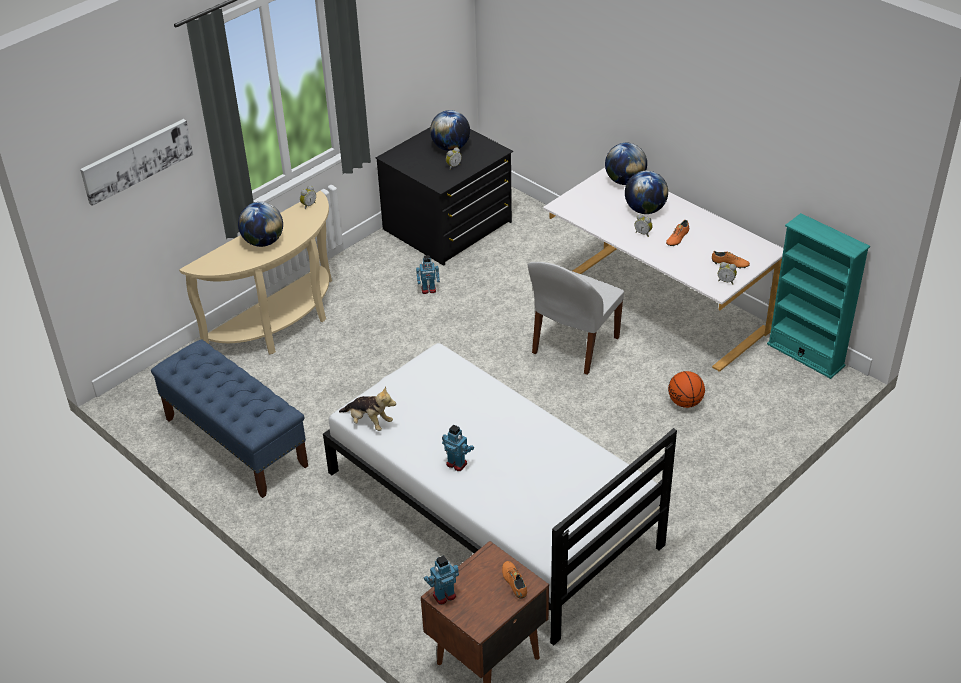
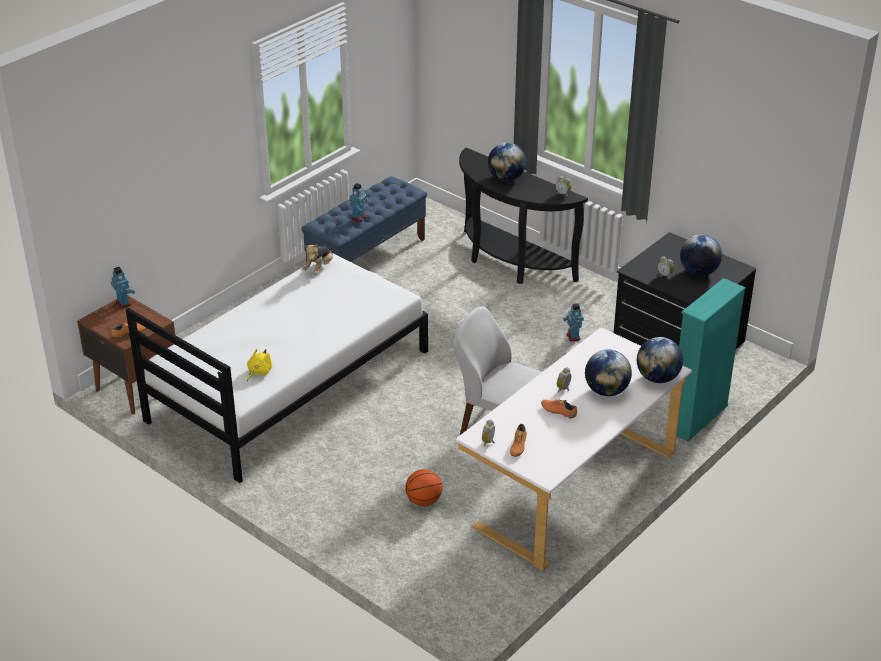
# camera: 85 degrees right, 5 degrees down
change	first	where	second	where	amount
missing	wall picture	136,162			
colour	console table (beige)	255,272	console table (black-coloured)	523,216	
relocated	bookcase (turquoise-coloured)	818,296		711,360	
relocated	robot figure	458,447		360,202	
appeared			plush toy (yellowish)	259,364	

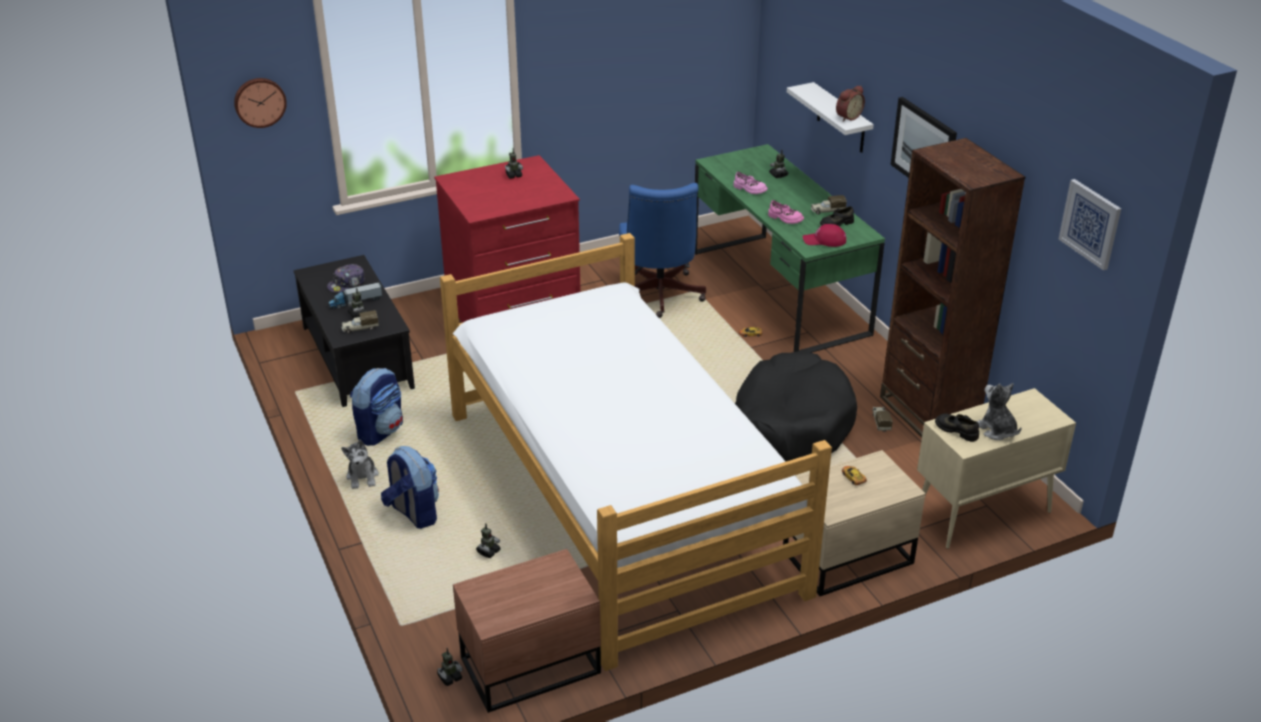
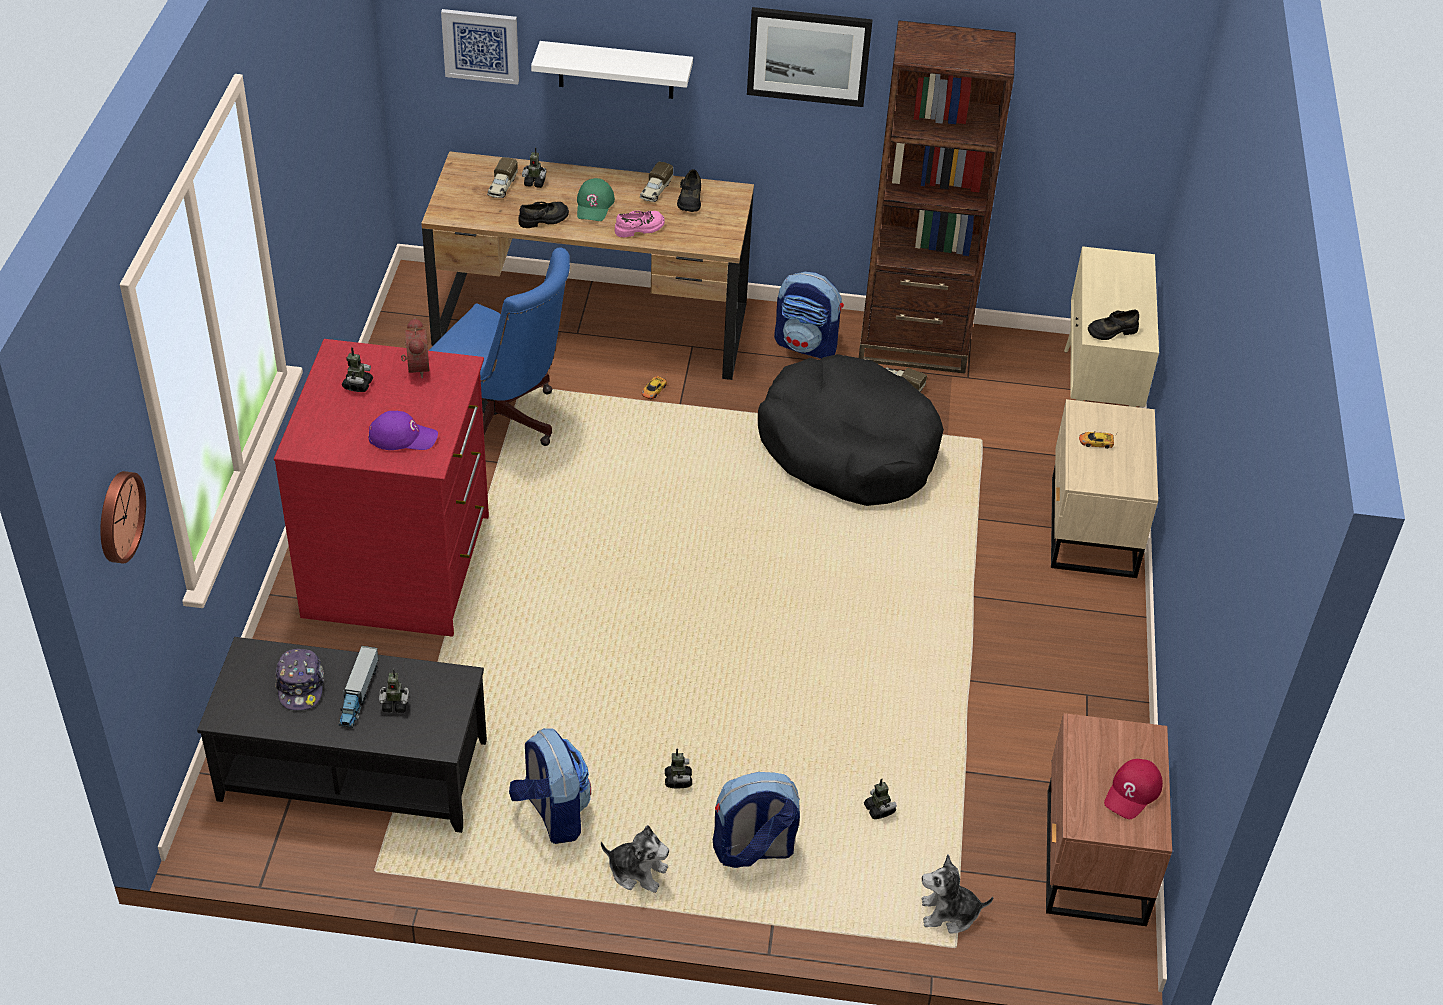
# camera: 60 degrees left, 10 degrees up
change	first	where	second	where	amount
relocated	bedside clock	850,103		415,347	
colour	desk (green)	790,248	desk (brown-coloured)	587,265	
colour	item of footwear (pink-coloured)	750,182	item of footwear (black-coloured)	543,215	
relocated	wall picture	1090,224		480,47	
relocated	baseball cap (red)	824,235		1133,789	
missing	bedroom bed	636,452			
relocated	toy truck	360,321		502,177	
relocated	plush toy	999,411		957,894	
relocated	robot figure	450,667		678,768	
appeared			baseball cap (green)	596,199	
appeared			rucksack	809,315	
appeared			baseball cap (purplish)	403,430	

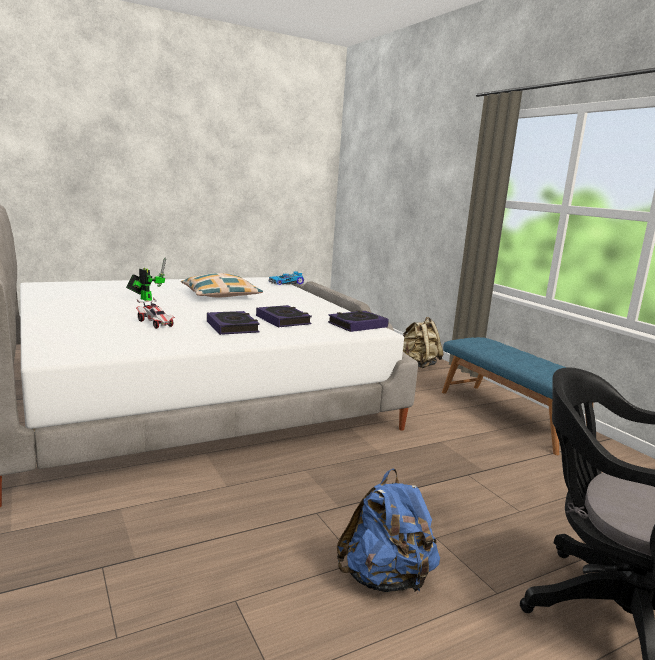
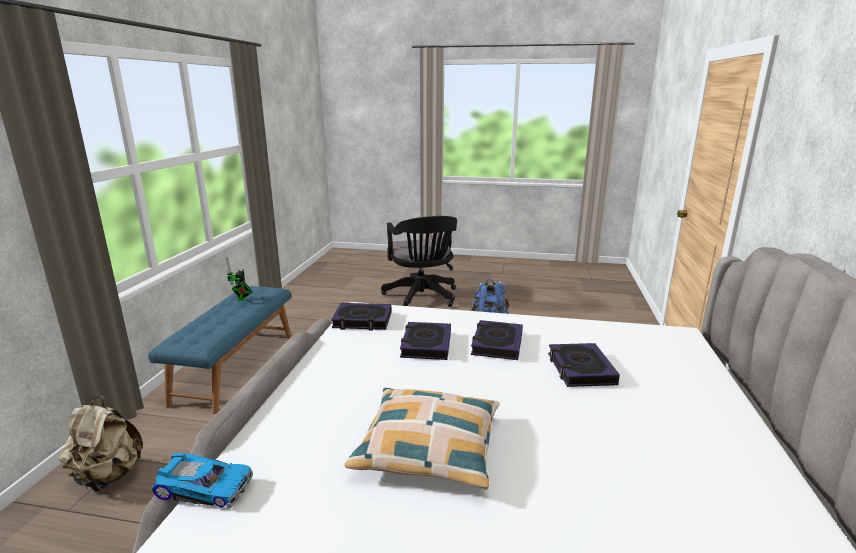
# camera: 140 degrees left, 5 degrees up
change	first	where	second	where	amount
relocated	robot figure	146,279		239,278	
exchanged	model car	155,313	bound book	584,365	

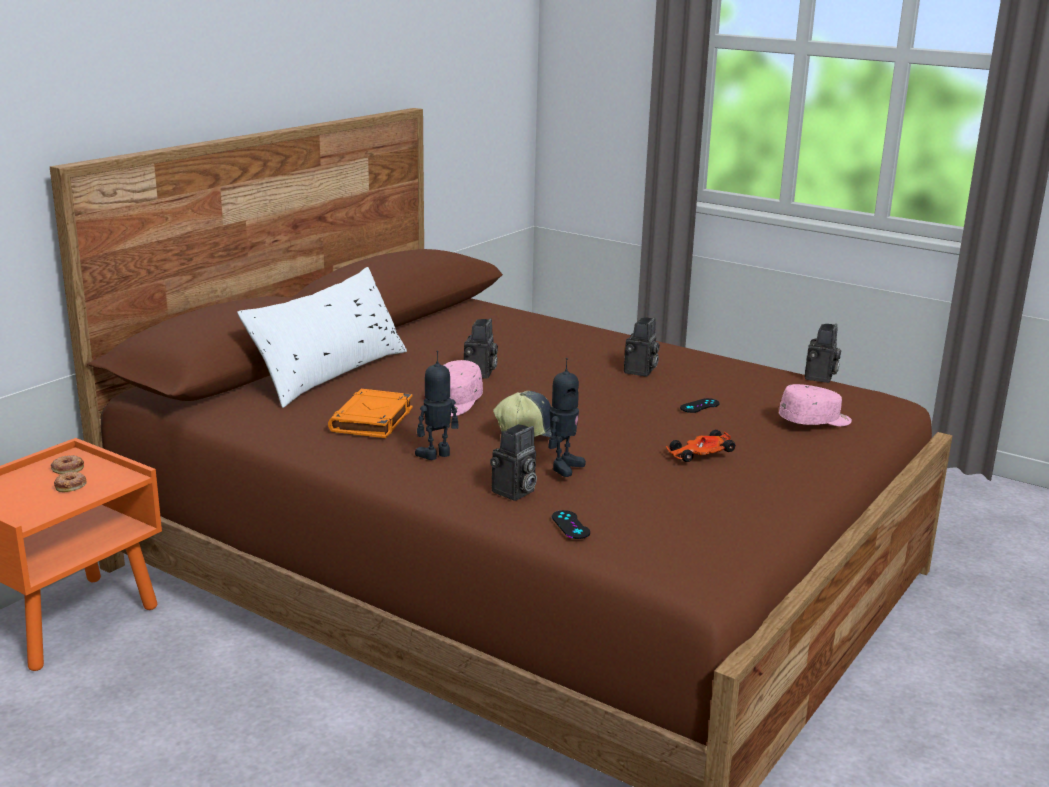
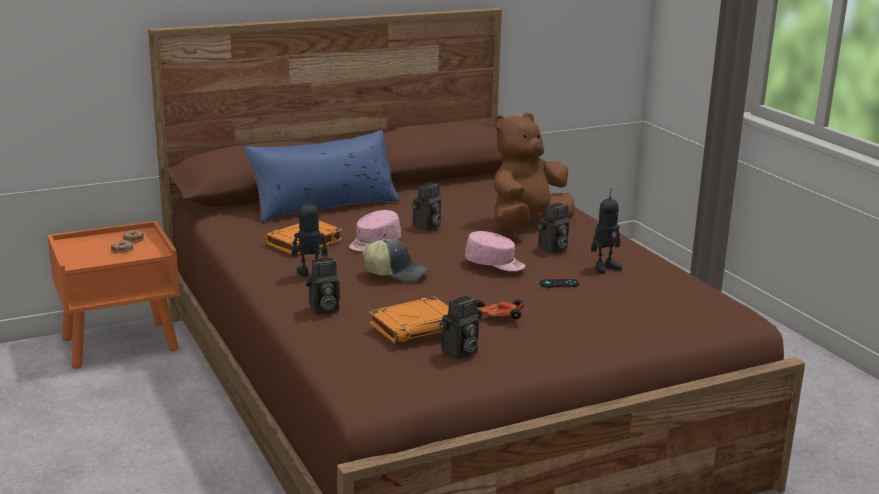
# camera: 30 degrees right, 0 degrees up
change	first	where	second	where	amount
colour	throw pillow (white)	322,337	throw pillow (blue)	322,176	
relocated	photo camera	823,353		459,327	
relocated	robot figure	567,417		606,231	
relocated	baseball cap (pink-coloured)	815,405		495,251	
missing	game controller (black-coloured)	571,524			
appeared			plush toy (brown-coloured)	534,170	
appeared			bound book (orangey)	409,320	

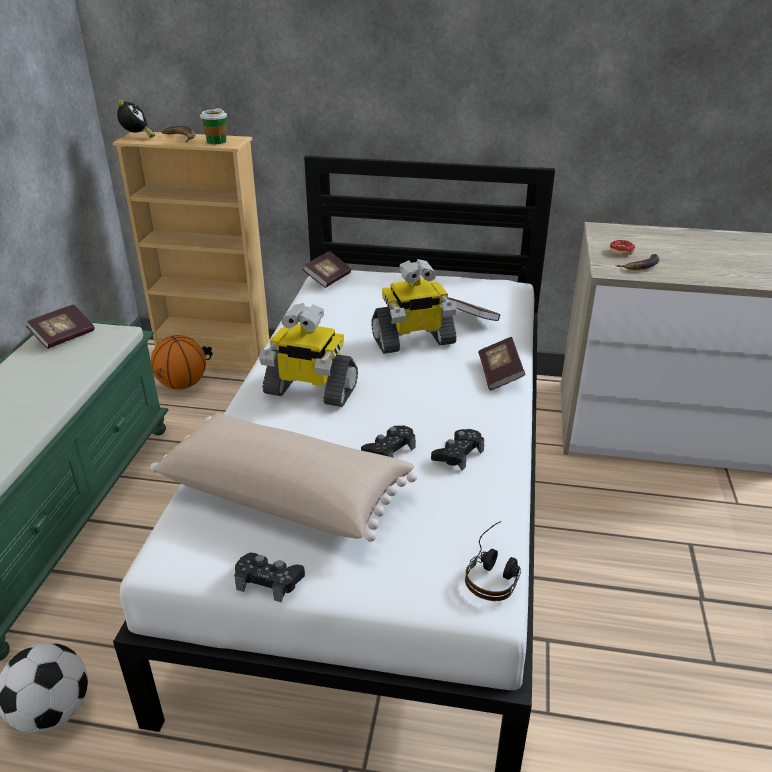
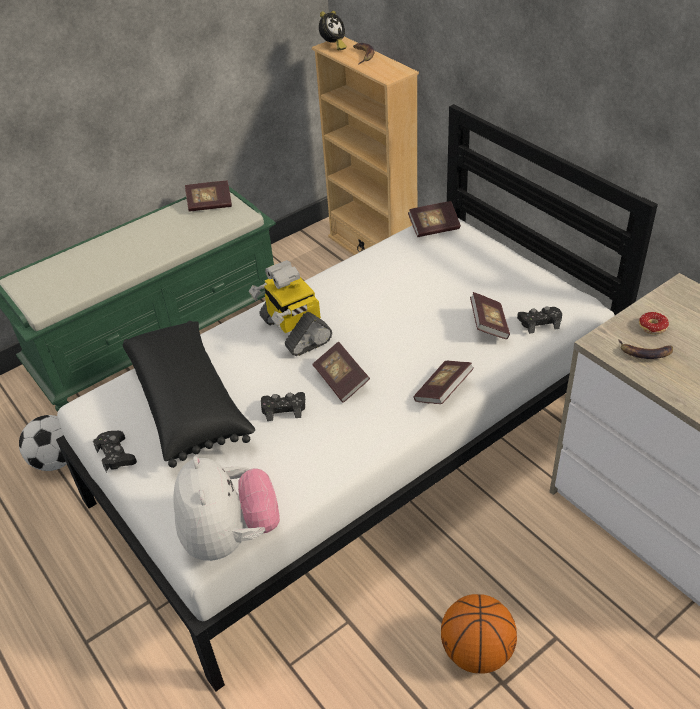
# camera: 45 degrees right, 10 degrees up
change	first	where	second	where	amount
missing	small cup	213,126			
missing	robot figure	414,306			
relocated	ball for basketball	178,362		479,634	
colour	throw pillow (beige)	283,477	throw pillow (black-coloured)	189,394	
relocated	game controller (black-coloured)	457,449		539,320	
exchanged	headphones	493,561	plush toy	226,508	
appeared			bound book	341,372	

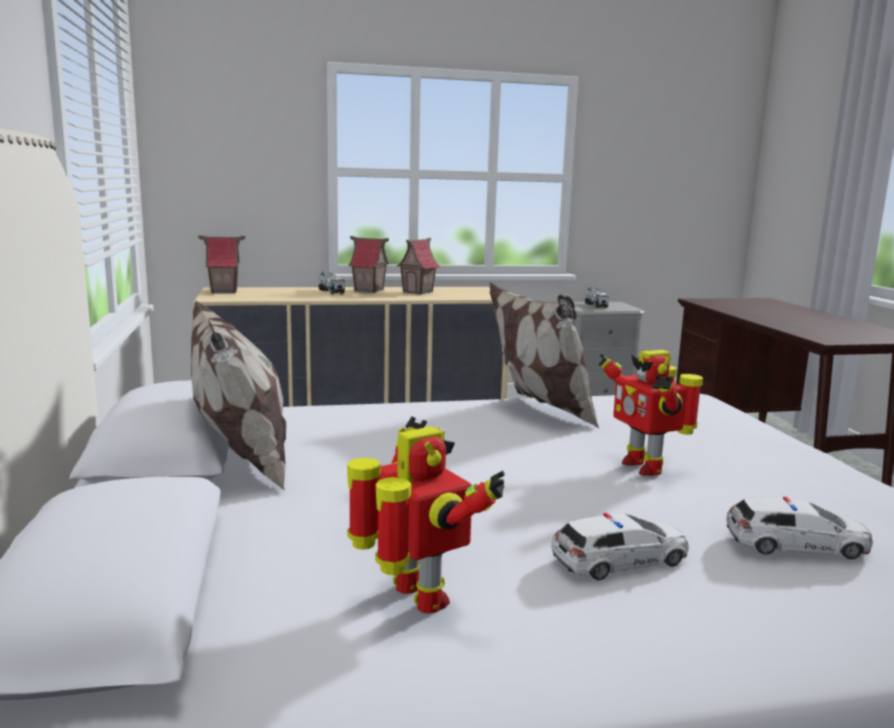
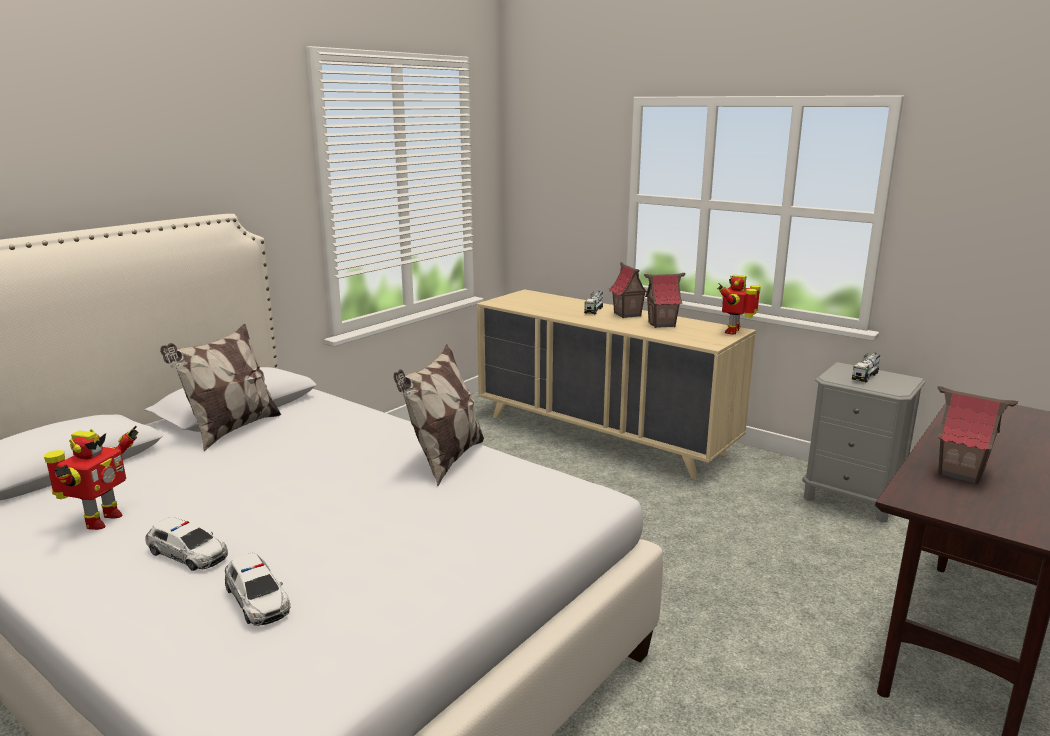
# camera: 50 degrees right, 5 degrees up
change	first	where	second	where	amount
relocated	model house	221,264		977,435	
relocated	robot figure	650,412		739,304	

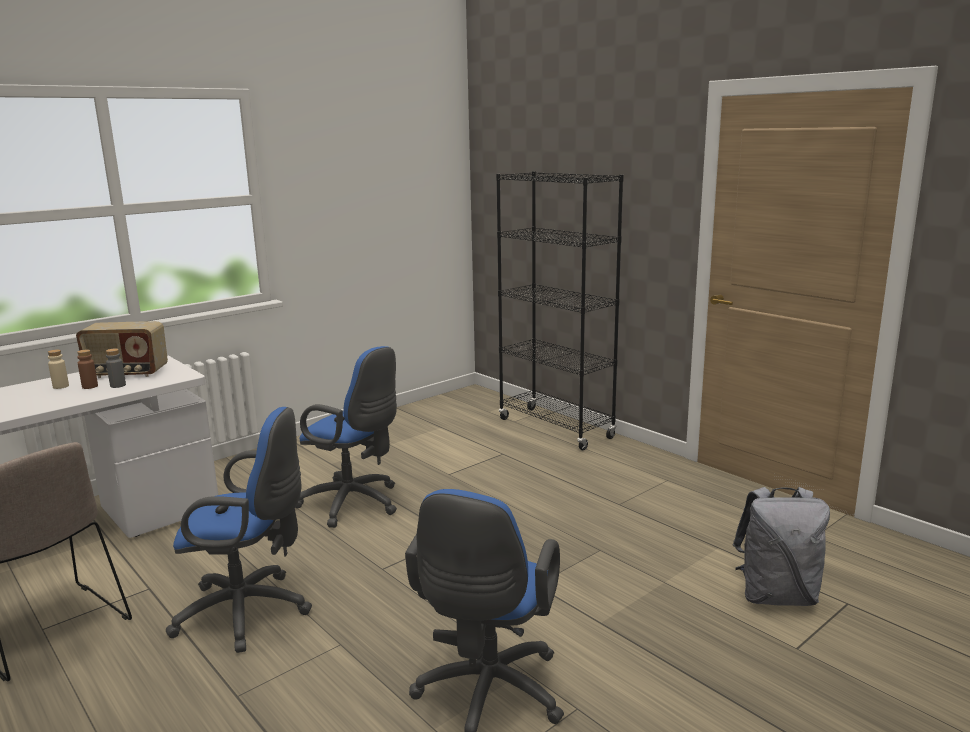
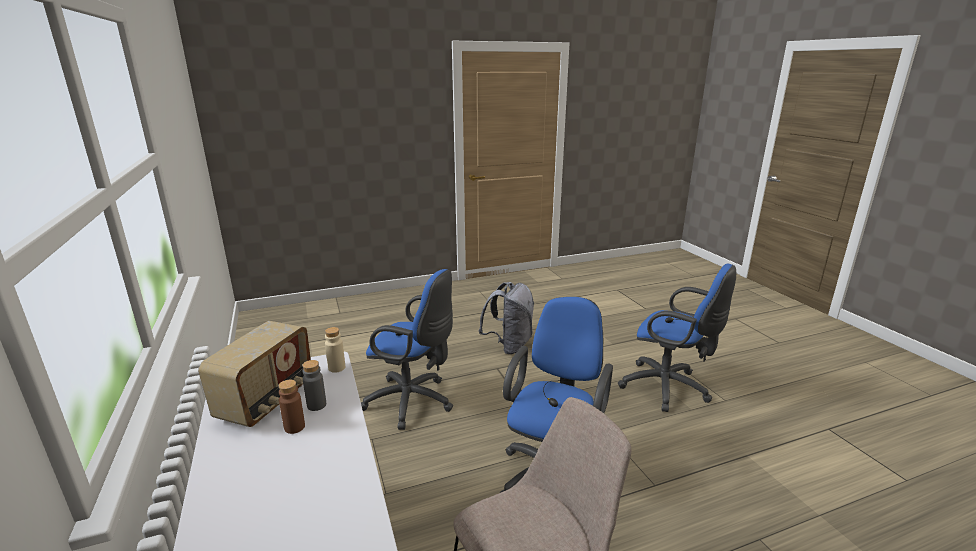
# camera: 70 degrees left, 5 degrees up
change	first	where	second	where	amount
missing	bookcase (black-coloured)	560,310			
spun	desk chair (blue)	346,437		407,349	60 degrees clockwise
relocated	beverage bottle (beige)	58,369		335,350	
relocated	rucksack (gray)	781,546		506,318	

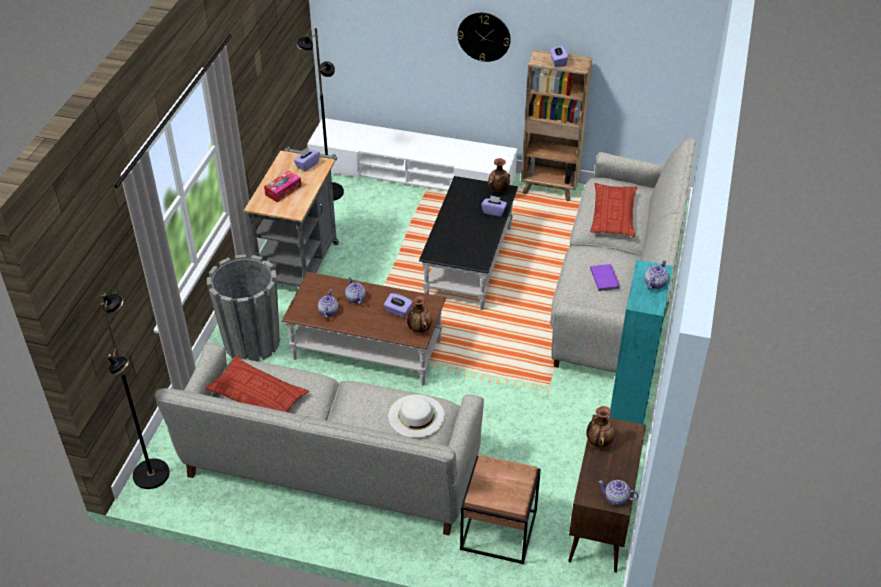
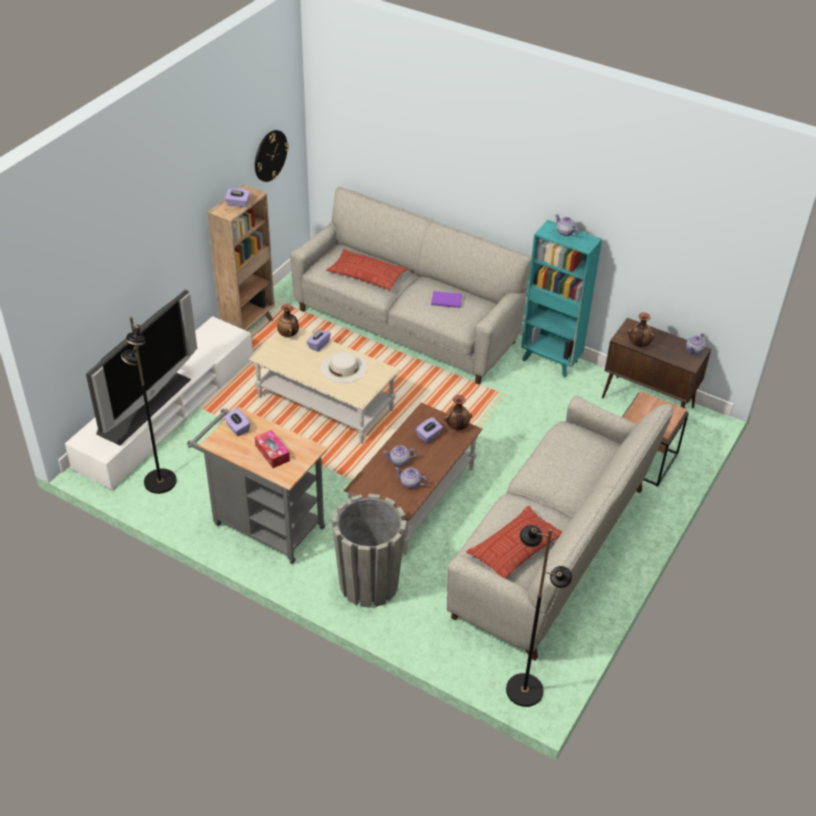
# camera: 75 degrees left, 0 degrees up
change	first	where	second	where	amount
relocated	hanging clock	484,37		272,156	
colour	coffee table (black-coloured)	468,243	coffee table (beige)	324,385	
relocated	clothing hat (white)	416,416		344,367	
appeared			TV	141,367	

